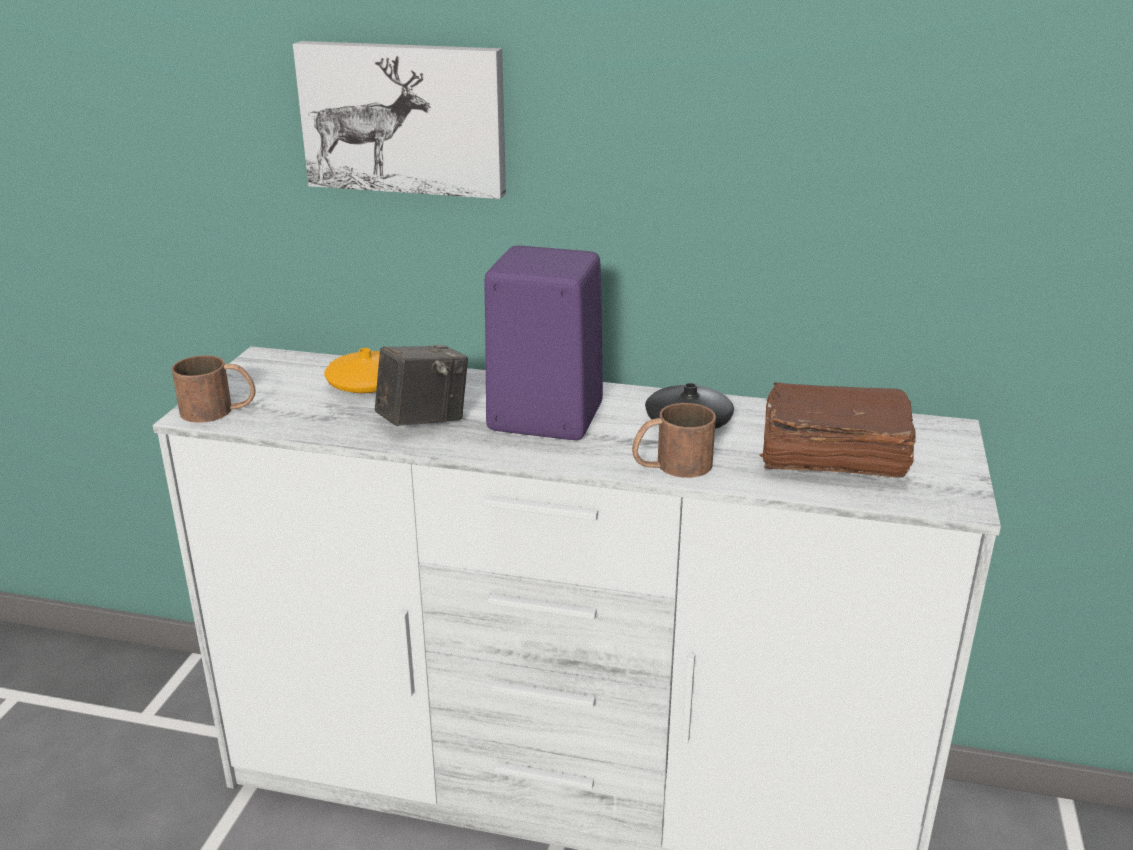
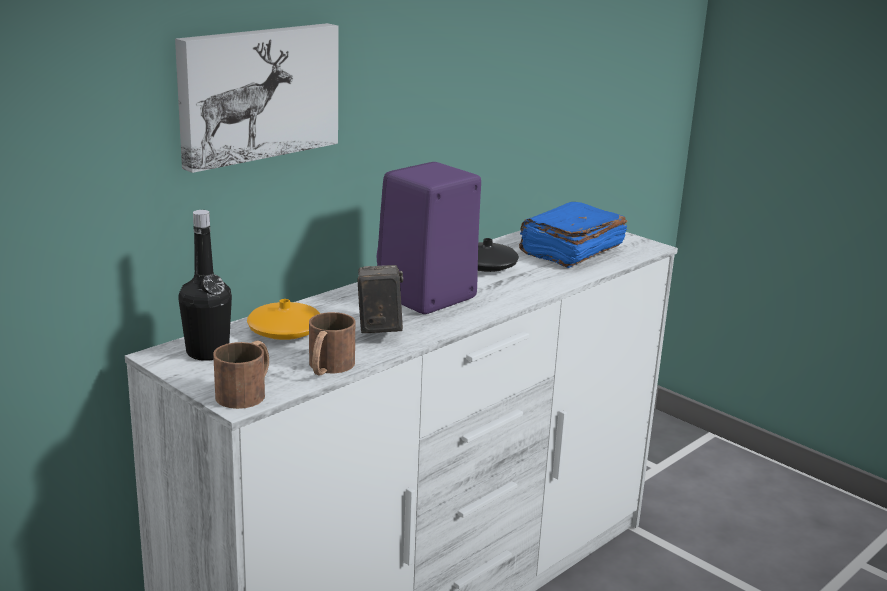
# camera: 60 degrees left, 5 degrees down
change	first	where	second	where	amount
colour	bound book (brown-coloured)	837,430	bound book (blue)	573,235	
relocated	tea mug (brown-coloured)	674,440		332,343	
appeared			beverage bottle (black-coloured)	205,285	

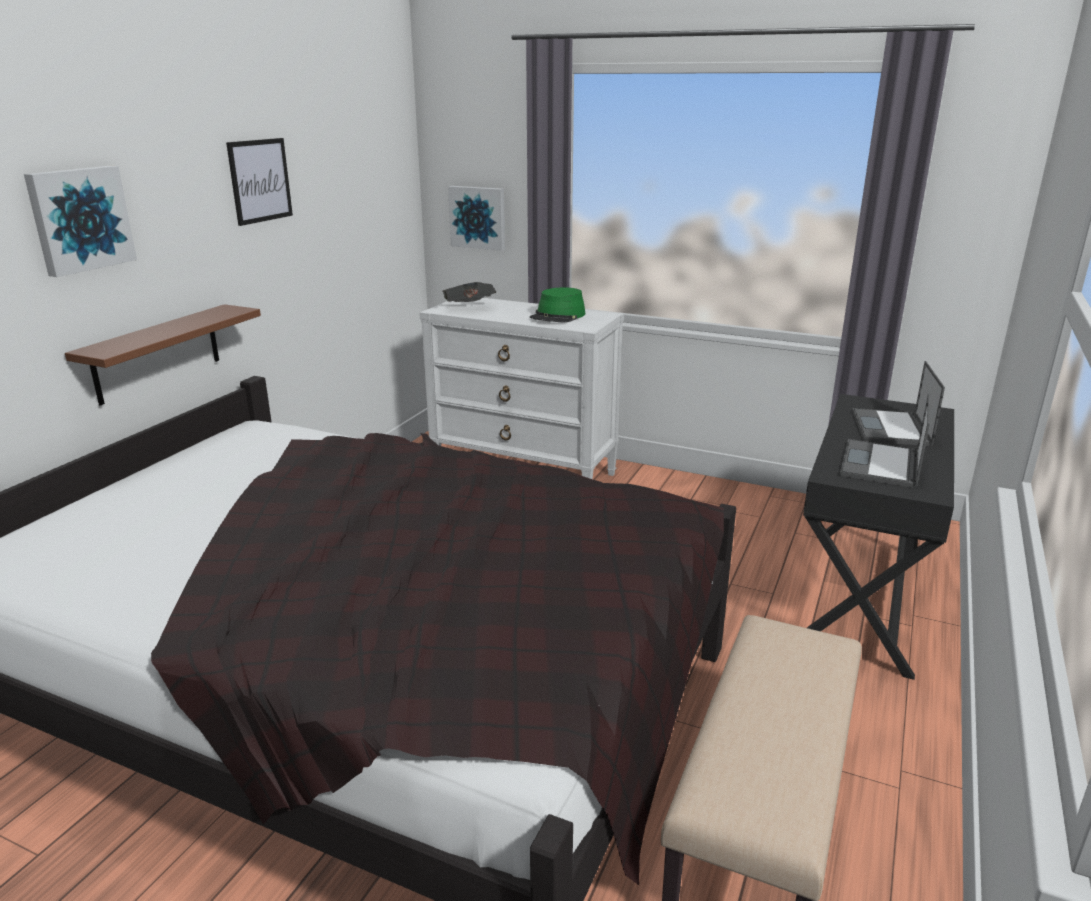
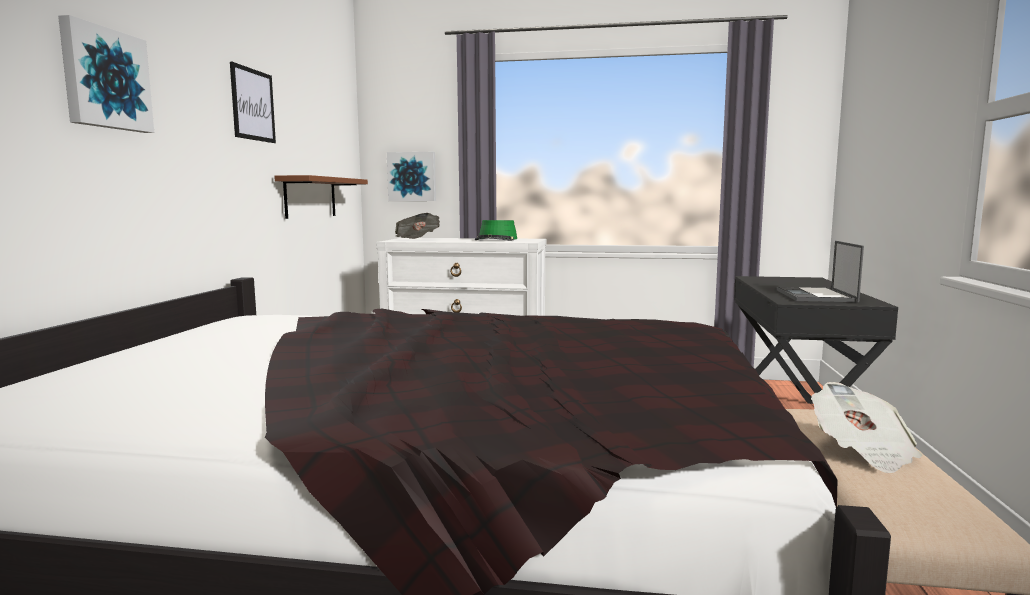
# camera: 15 degrees left, 15 degrees down
change	first	where	second	where	amount
relocated	shelf (brown-coloured)	163,354		321,197	
missing	laptop	898,403			
appeared			newspaper	867,427	

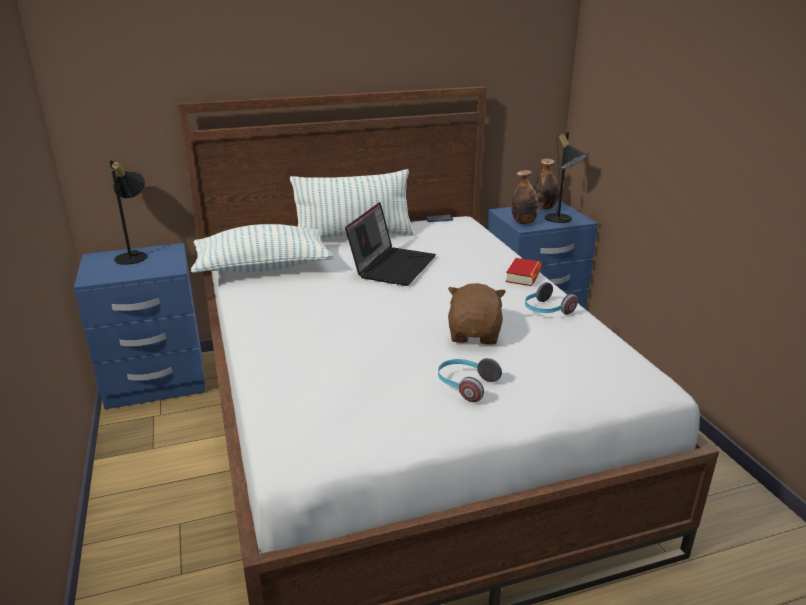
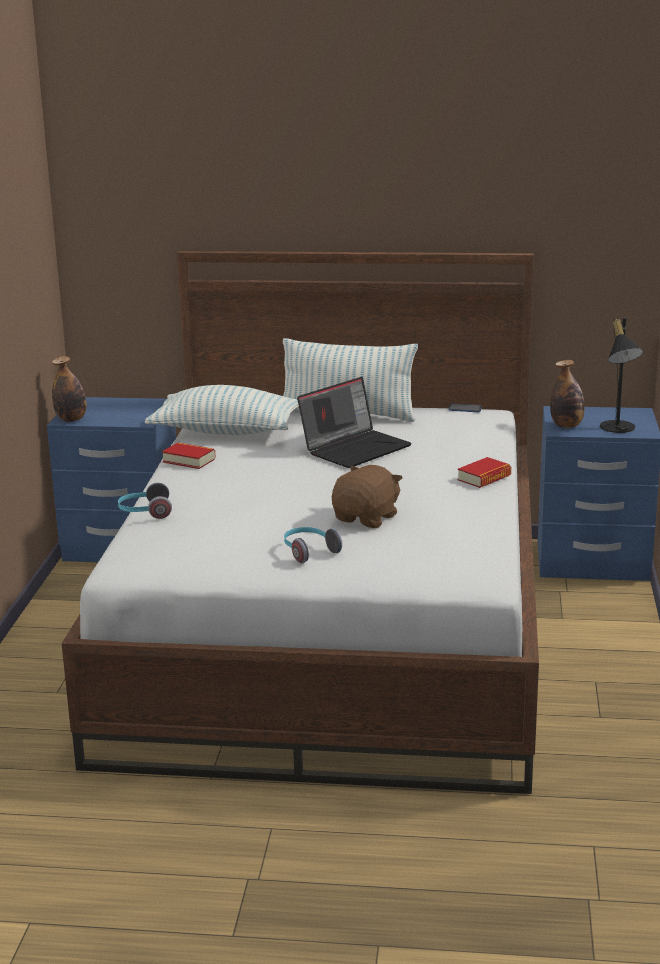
# camera: 25 degrees right, 5 degrees down
change	first	where	second	where	amount
relocated	beverage bottle	546,184		69,389	
missing	lamp for a table (black-coloured)	128,212			
relocated	headphones	551,298		145,501	
appeared			bound book	188,456	

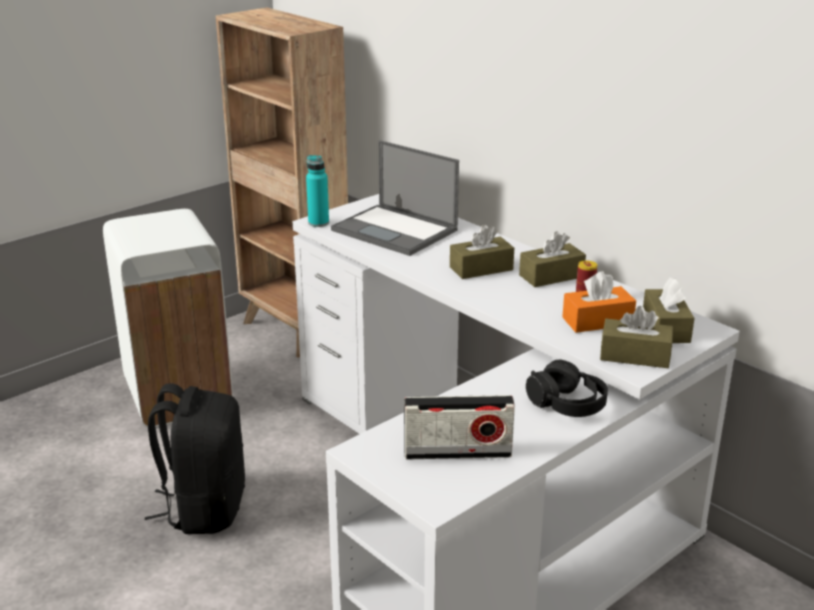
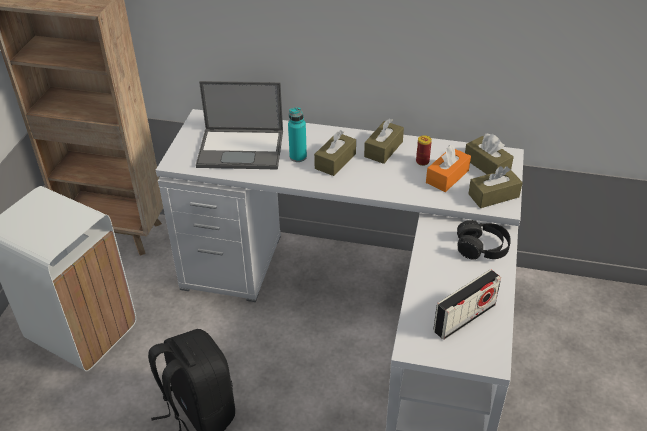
# camera: 35 degrees left, 15 degrees up
change	first	where	second	where	amount
relocated	beverage bottle (turquoise-coloured)	317,191		297,134	

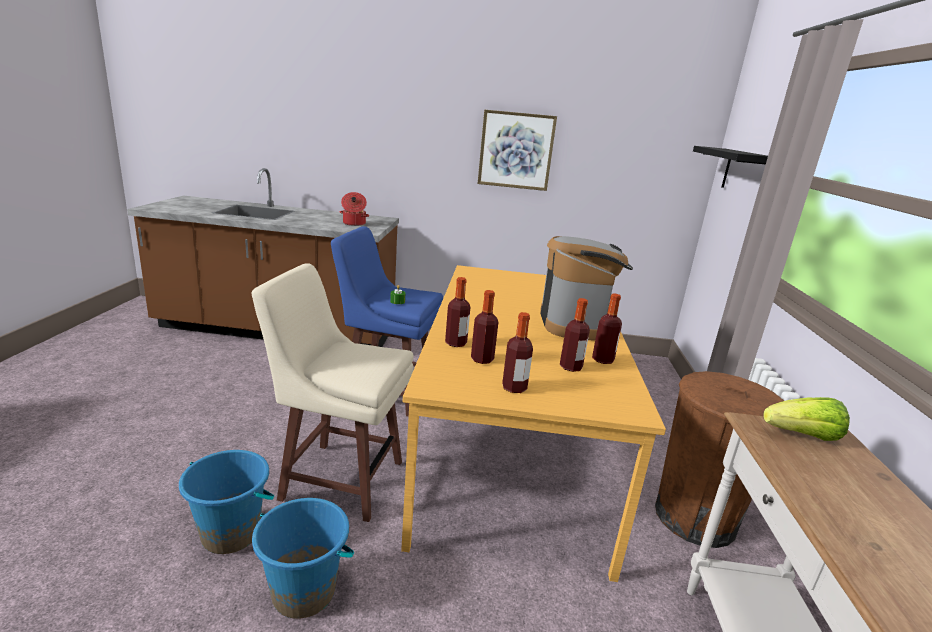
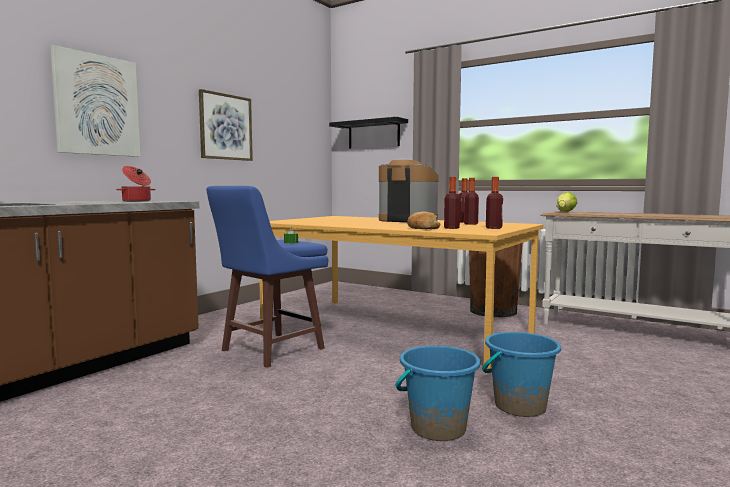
# camera: 60 degrees left, 15 degrees down
change	first	where	second	where	amount
missing	stool seat (beige)	333,392			
exchanged	beverage bottle	457,312	bakery bread	423,220	
appeared			wall picture	95,101	

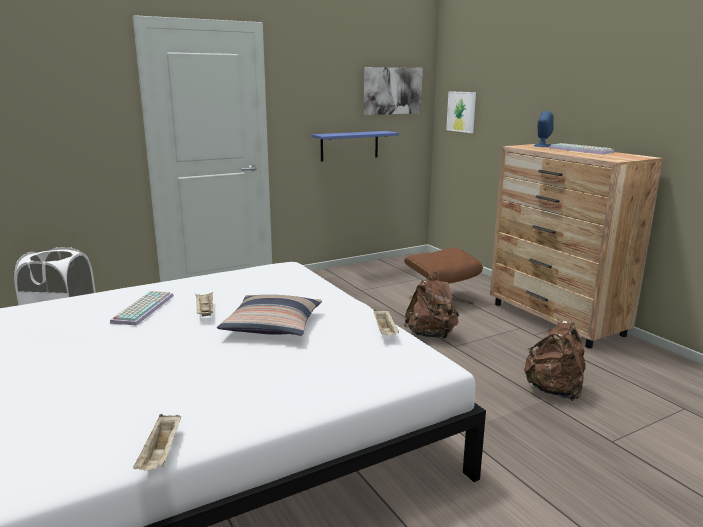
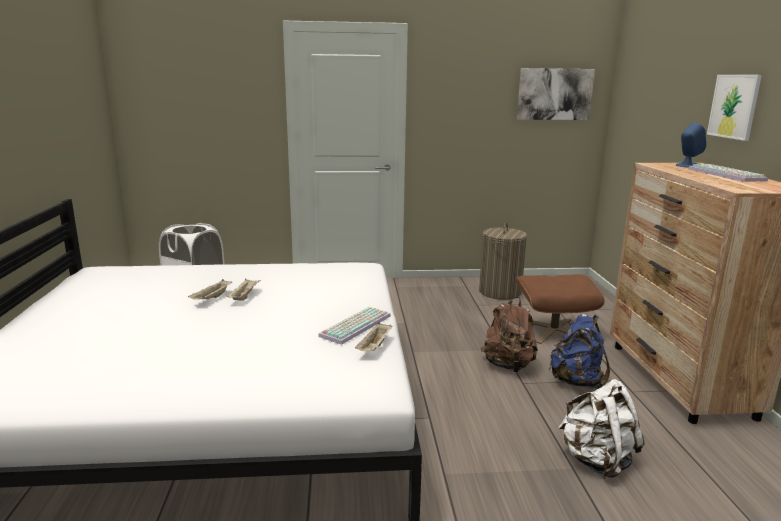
# camera: 25 degrees right, 0 degrees up
change	first	where	second	where	amount
relocated	wall picture	461,112		734,108	
missing	shelf (blue)	355,146			
relocated	PC keyboard	142,308		354,325	
missing	throw pillow	269,315			
colour	rucksack (brown-coloured)	555,361	rucksack (white)	601,429	
relocated	carrying tray (beige)	157,442		210,289	
appeared			washing basket	503,261	
appeared			rucksack (blue)	579,351	

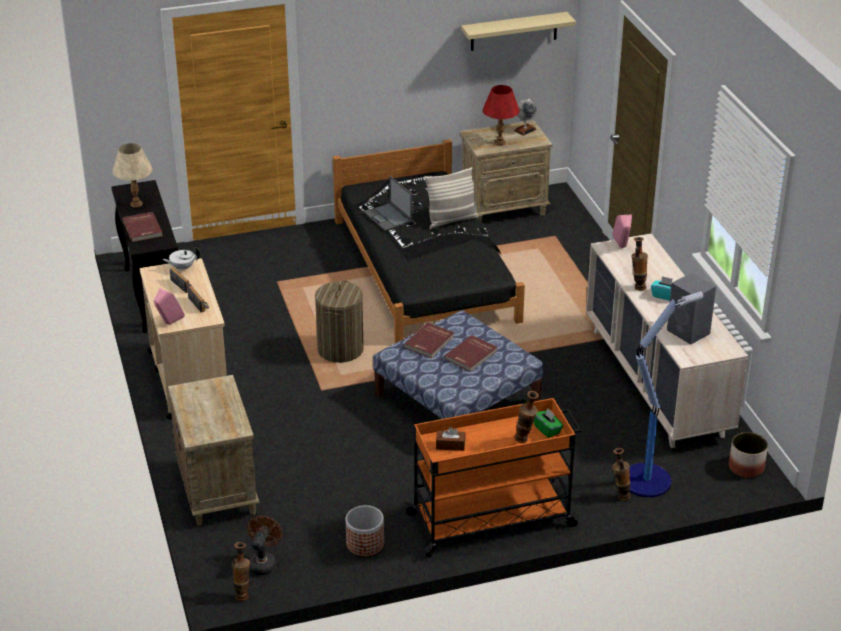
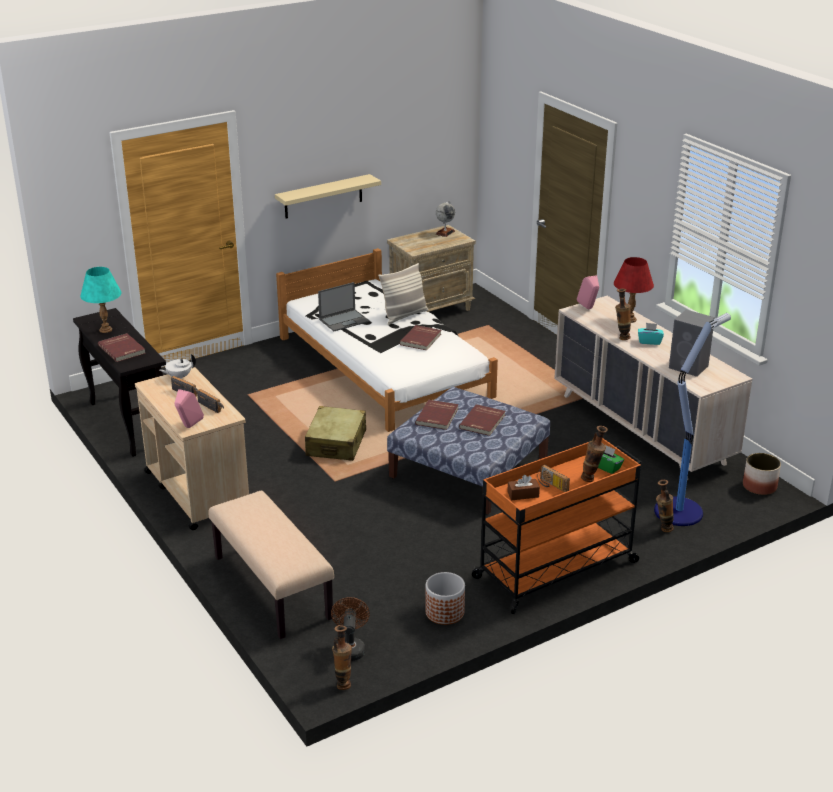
# camera: 15 degrees left, 5 degrees down
change	first	where	second	where	amount
relocated	shelf (beige)	518,31		328,196	
relocated	lamp for a table (red)	501,115		634,290	
colour	bedroom bed (black-coloured)	429,241	bedroom bed (white)	387,340	
colour	lamp for a table (beige)	132,175	lamp for a table (turquoise-coloured)	101,300	
spun	laptop	388,203		344,306	75 degrees counterclockwise
exchanged	washing basket	339,322	travel case (beige)	335,433	
exchanged	bedside table (beige)	214,450	bench (beige)	271,564	
appeared			bound book (red)	420,337	
appeared			radio receiver	554,478	

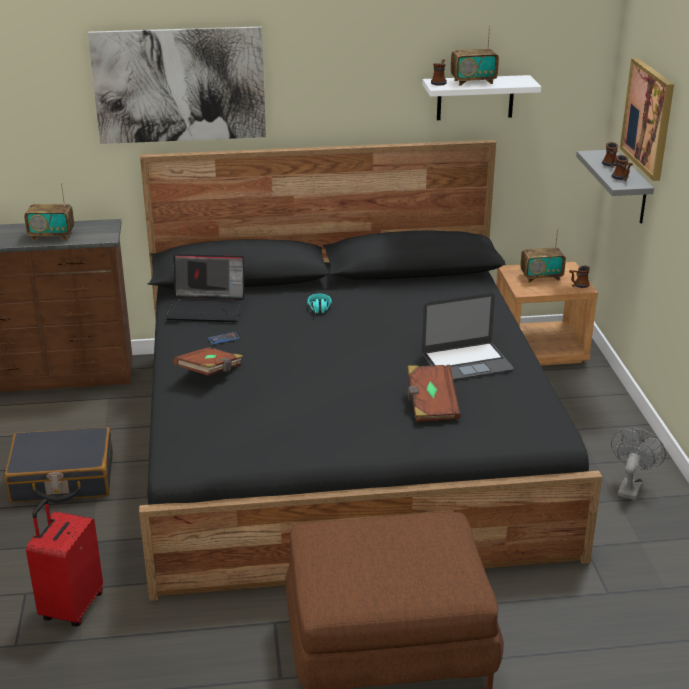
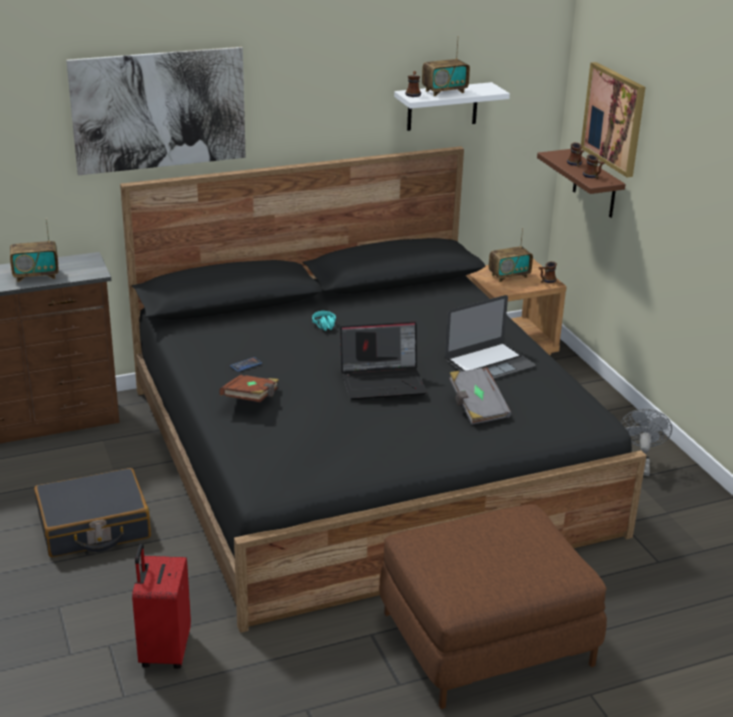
# camera: 15 degrees left, 0 degrees up
change	first	where	second	where	amount
colour	shelf (gray)	615,187	shelf (brown-coloured)	581,183	
relocated	laptop	205,288		383,361	
colour	bound book (brown-coloured)	434,393	bound book (gray)	480,396	

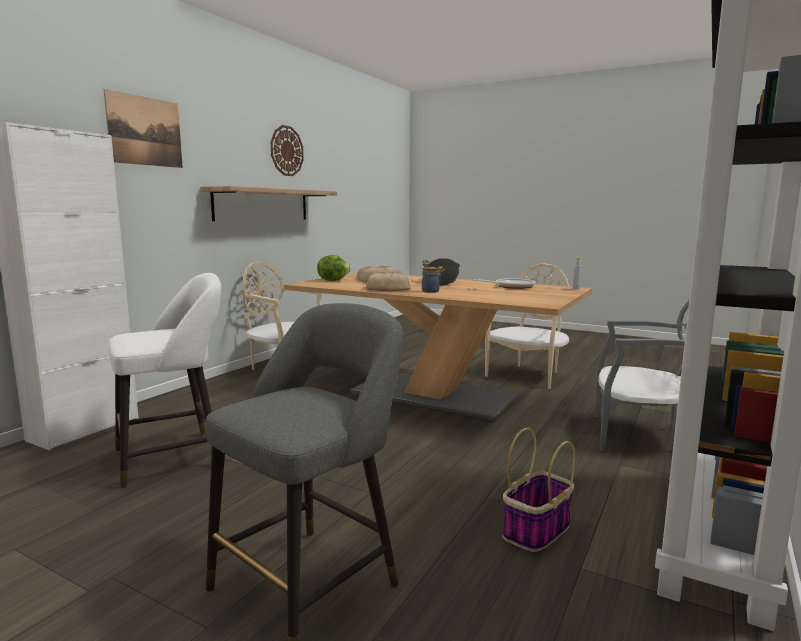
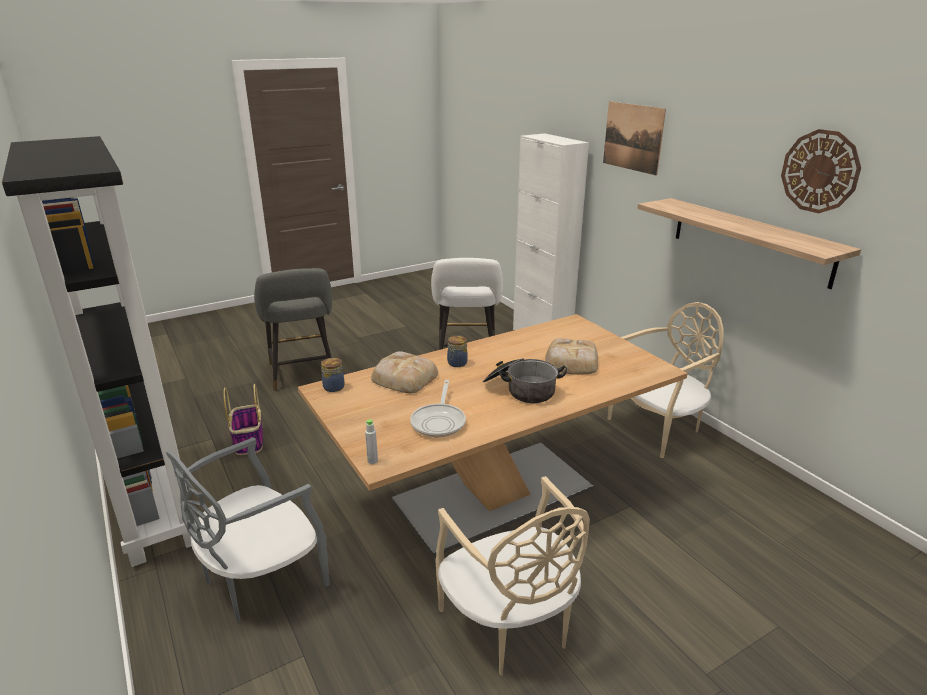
# camera: 120 degrees right, 15 degrees up
change	first	where	second	where	amount
missing	head of lettuce	334,268			
relocated	bakery bread	388,281		404,372	
appeared			storage jar	333,375	

